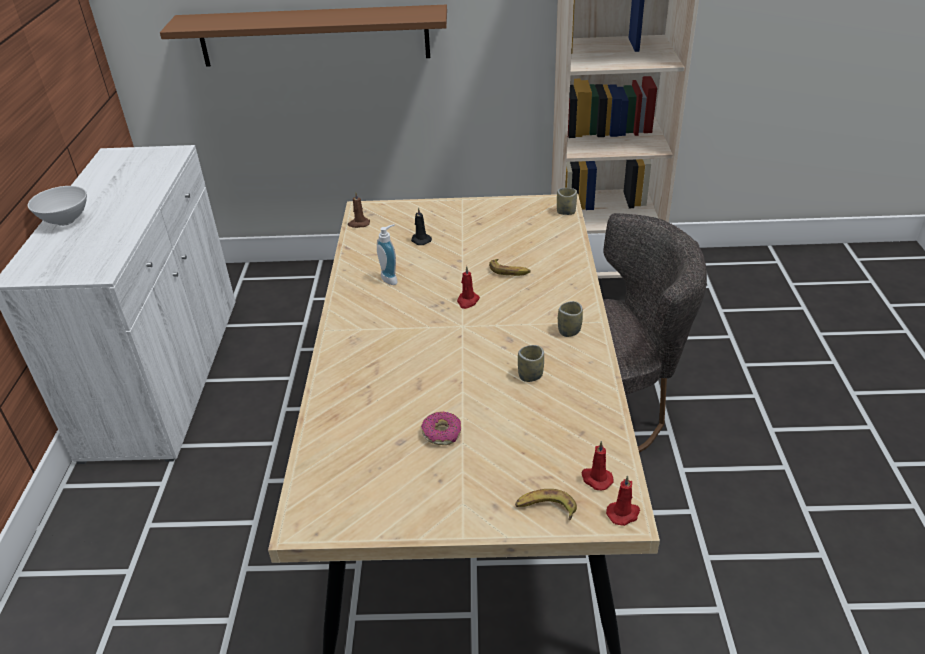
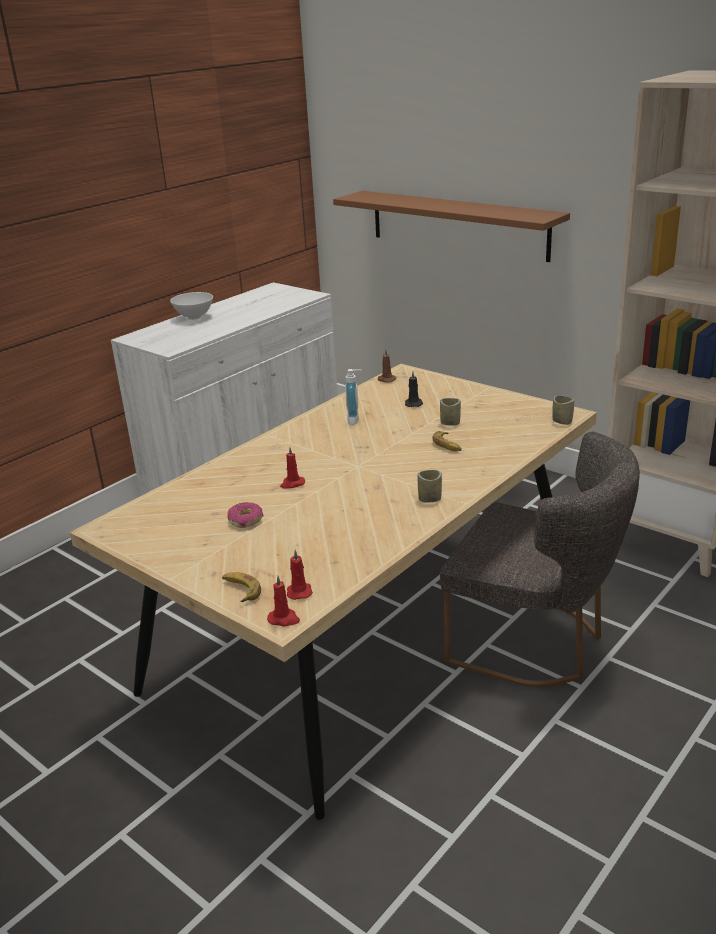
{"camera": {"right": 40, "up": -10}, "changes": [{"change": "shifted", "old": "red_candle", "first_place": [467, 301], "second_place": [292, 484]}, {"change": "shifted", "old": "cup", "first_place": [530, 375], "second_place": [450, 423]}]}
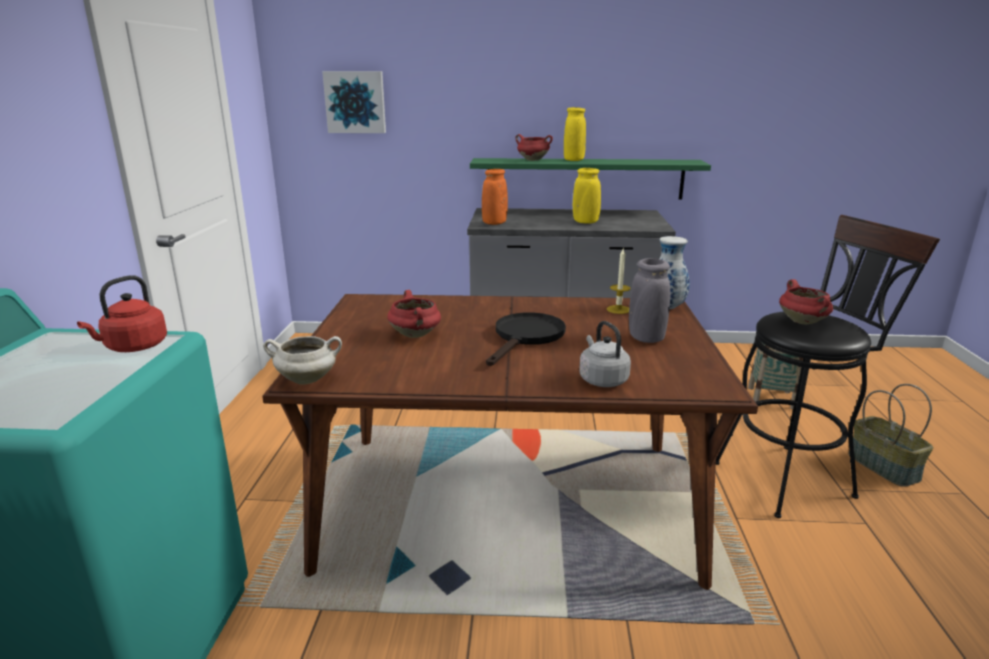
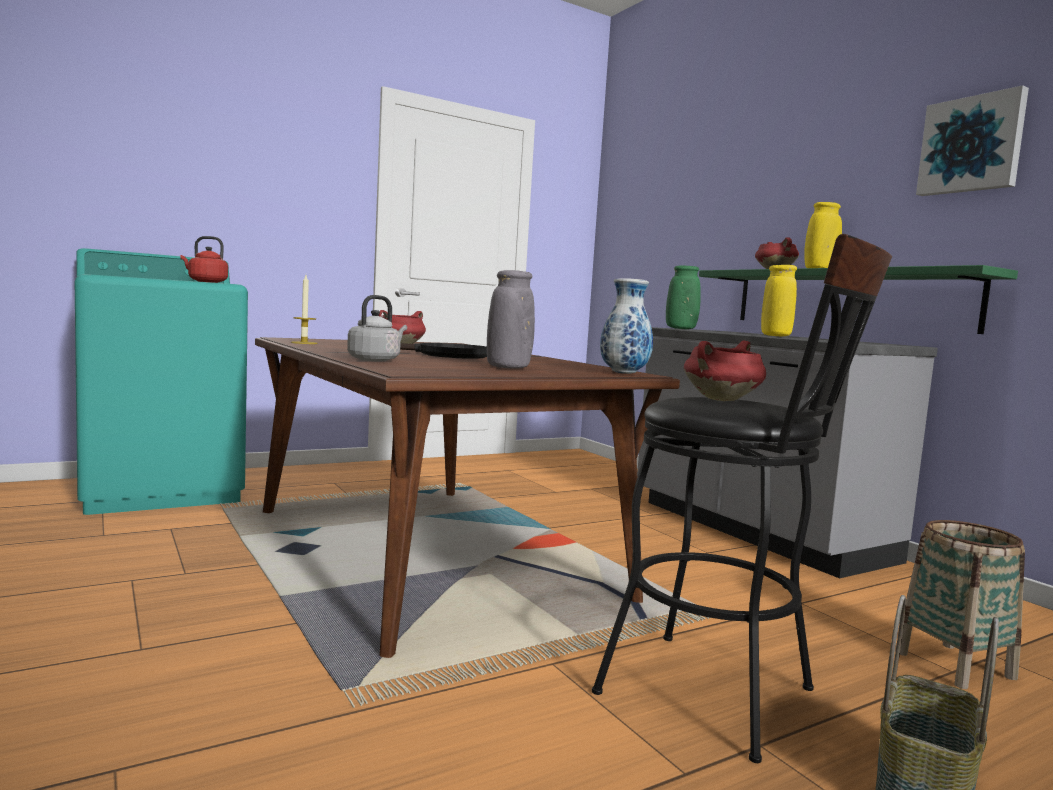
{"camera": {"right": 55, "up": -15}, "changes": [{"change": "gone", "old": "white_cooking_pot", "first_place": [308, 379]}, {"change": "shifted", "old": "picture", "first_place": [355, 102], "second_place": [972, 145]}, {"change": "shifted", "old": "candle", "first_place": [618, 309], "second_place": [304, 343]}, {"change": "repainted", "old": "orange_vase", "new": "green_vase", "first_place": [494, 223], "second_place": [681, 328]}]}
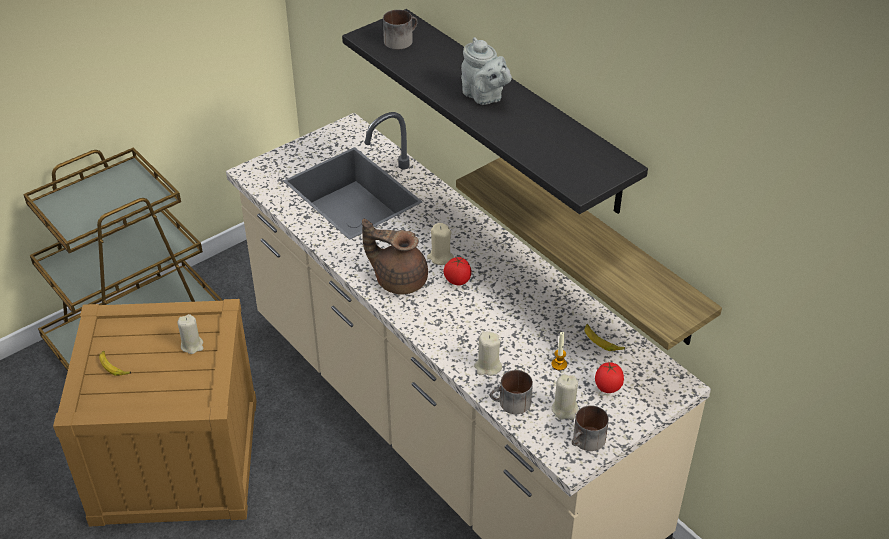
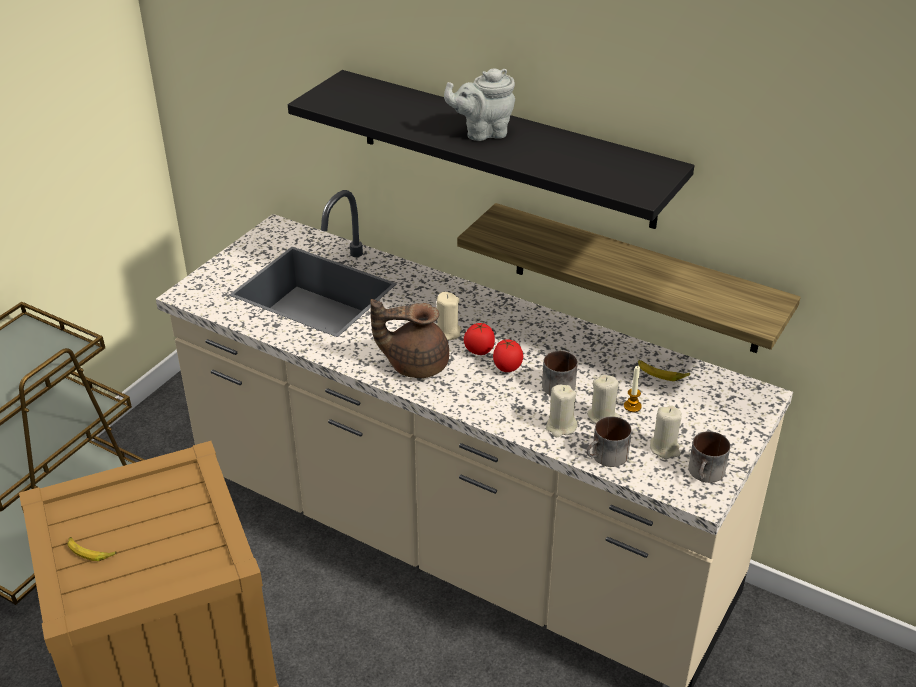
{"camera": {"right": -20, "up": -5}, "changes": [{"change": "shifted", "old": "beige_candle", "first_place": [192, 345], "second_place": [603, 416]}, {"change": "shifted", "old": "mug", "first_place": [400, 40], "second_place": [559, 383]}, {"change": "shifted", "old": "tomato", "first_place": [607, 388], "second_place": [507, 368]}, {"change": "rotated", "old": "grey_teapot", "first_place": [484, 97], "second_place": [483, 132], "degrees": 135}]}
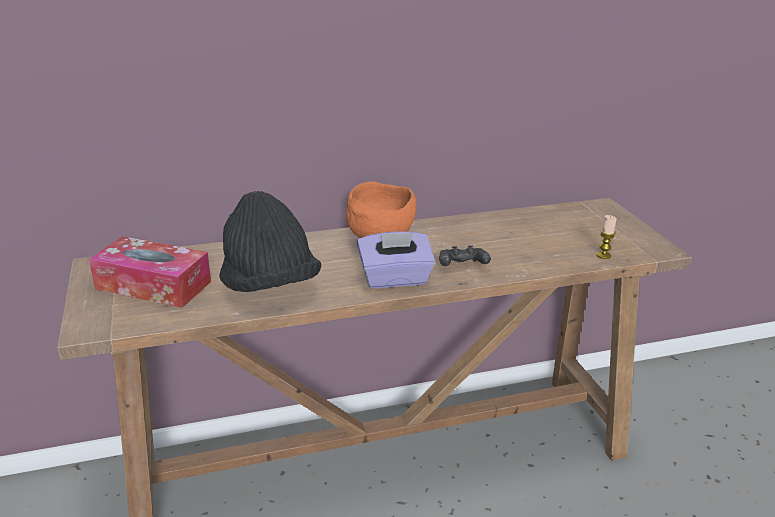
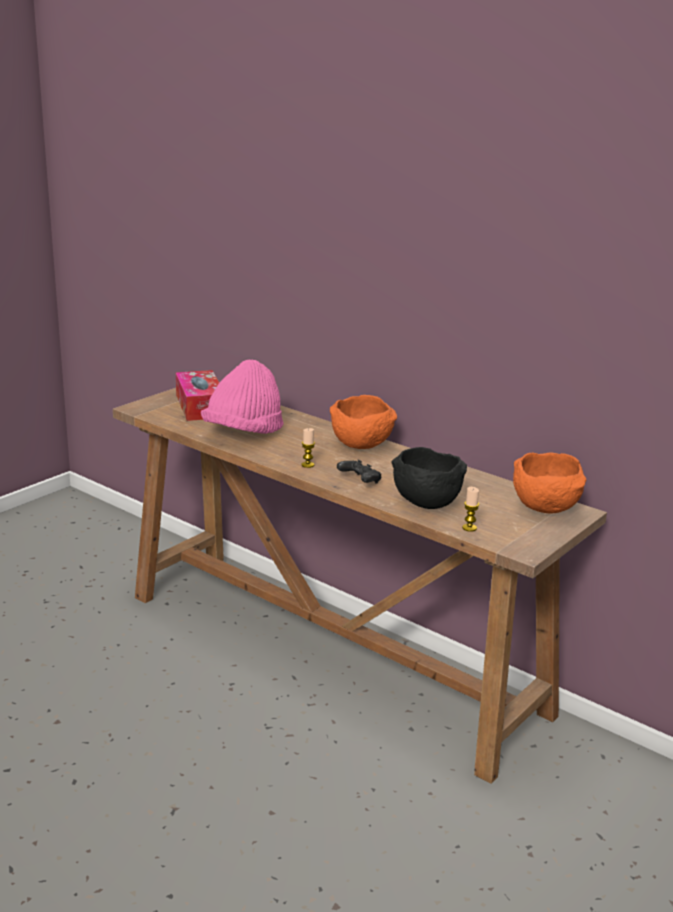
{"camera": {"right": 55, "up": -5}, "changes": [{"change": "new", "new": "black_bowl", "second_place": [425, 503]}, {"change": "new", "new": "orange_bowl", "second_place": [547, 508]}, {"change": "swapped", "old": "purple_tissue_box", "new": "candle", "first_place": [395, 279], "second_place": [307, 465]}, {"change": "repainted", "old": "black_hat", "new": "pink_hat", "first_place": [269, 285], "second_place": [243, 433]}]}
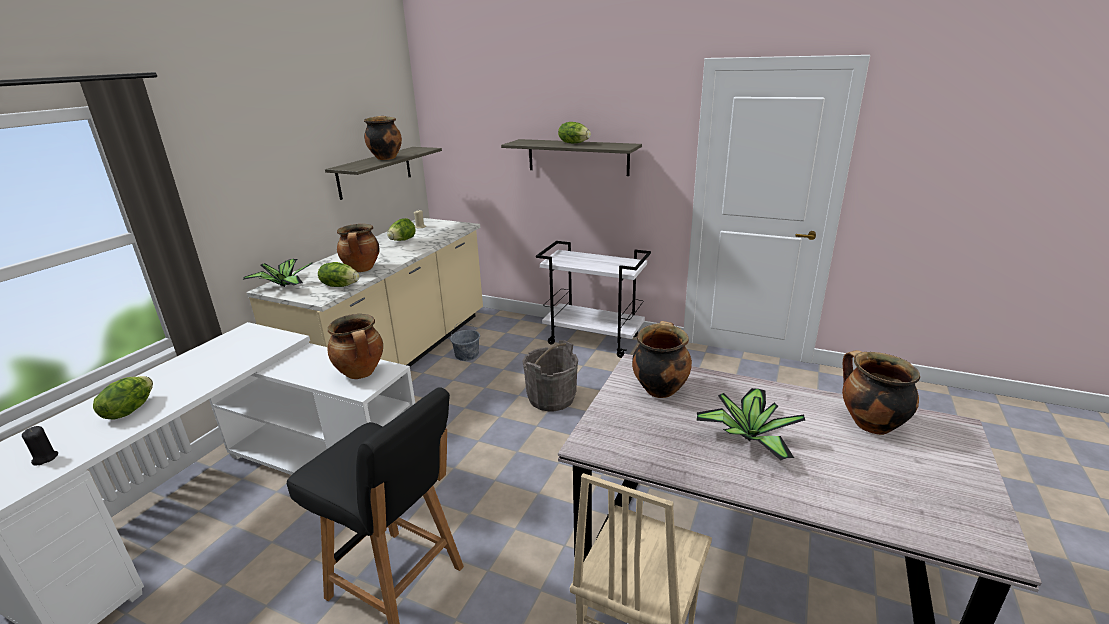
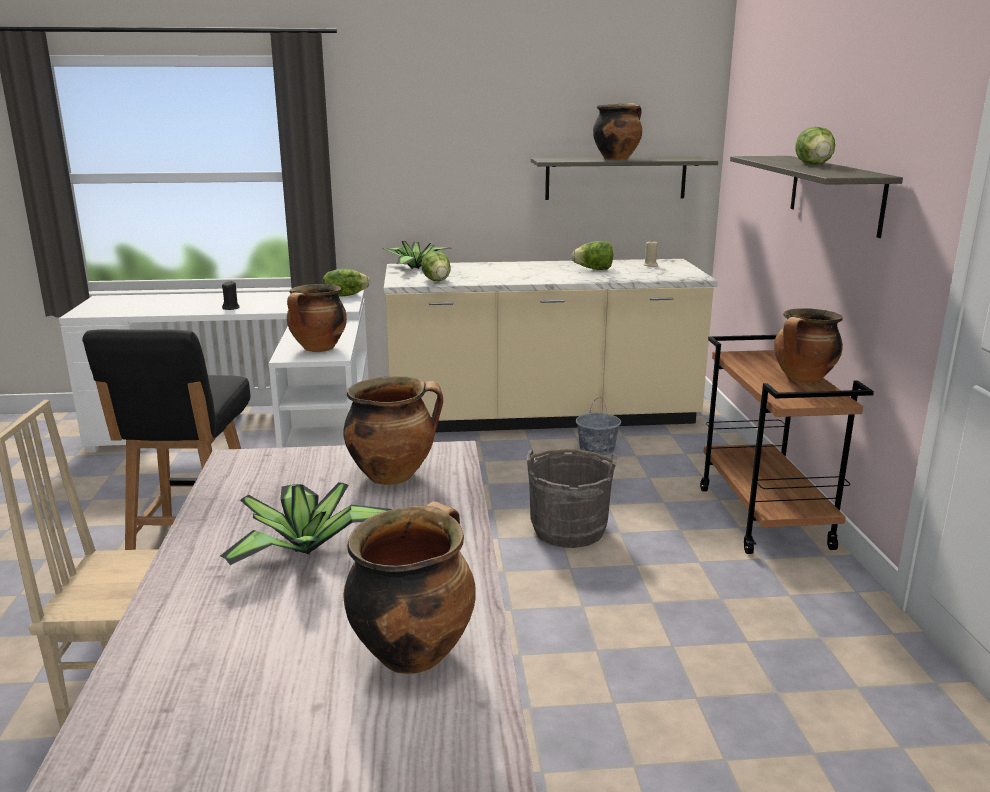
{"camera": {"right": 60, "up": -5}, "changes": [{"change": "shifted", "old": "black_candle", "first_place": [45, 458], "second_place": [231, 308]}, {"change": "shifted", "old": "lettuce", "first_place": [129, 410], "second_place": [345, 295]}, {"change": "shifted", "old": "cooking_pot", "first_place": [362, 269], "second_place": [803, 380]}, {"change": "repainted", "old": "white_cart", "new": "brown_cart", "first_place": [594, 340], "second_place": [765, 518]}]}
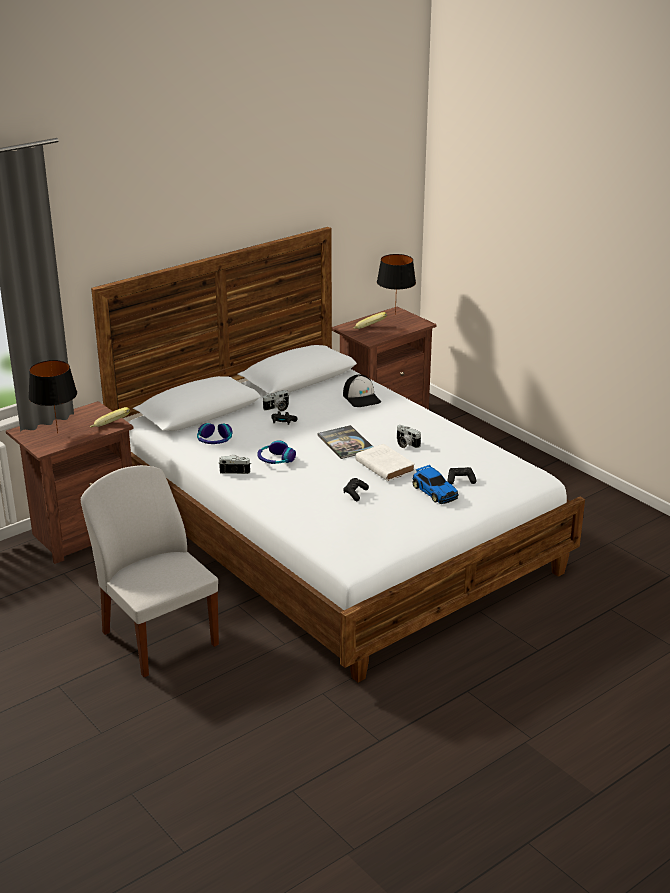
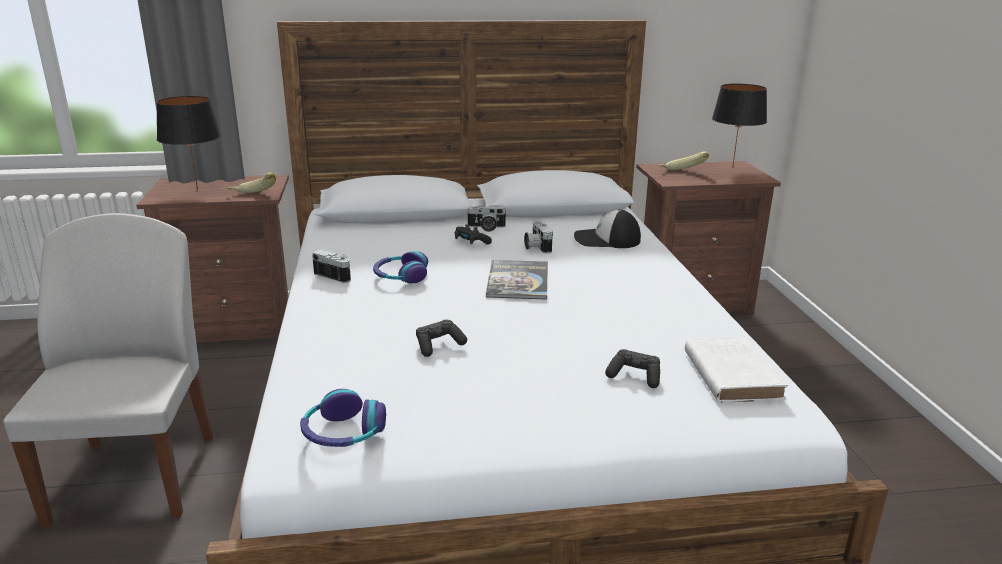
{"camera": {"right": 30, "up": -5}, "changes": [{"change": "gone", "old": "toy_car", "first_place": [434, 491]}, {"change": "shifted", "old": "headphones", "first_place": [214, 440], "second_place": [343, 433]}, {"change": "shifted", "old": "white_book", "first_place": [384, 465], "second_place": [731, 373]}, {"change": "shifted", "old": "photo_camera", "first_place": [405, 444], "second_place": [536, 247]}, {"change": "rotated", "old": "cap", "first_place": [362, 398], "second_place": [606, 240], "degrees": 90}]}
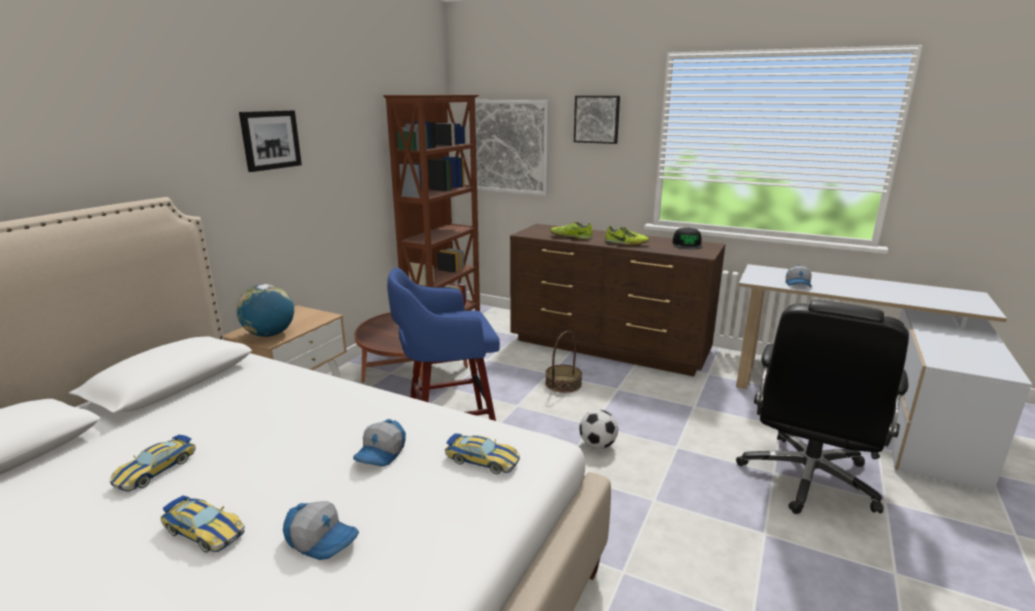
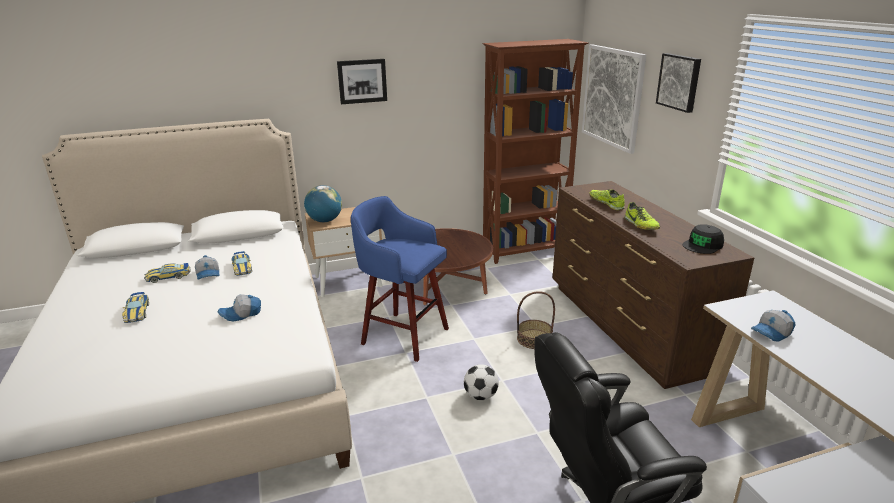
{"camera": {"right": 45, "up": 5}, "changes": [{"change": "shifted", "old": "cap", "first_place": [322, 539], "second_place": [208, 274]}, {"change": "shifted", "old": "toy_car", "first_place": [482, 460], "second_place": [242, 268]}]}
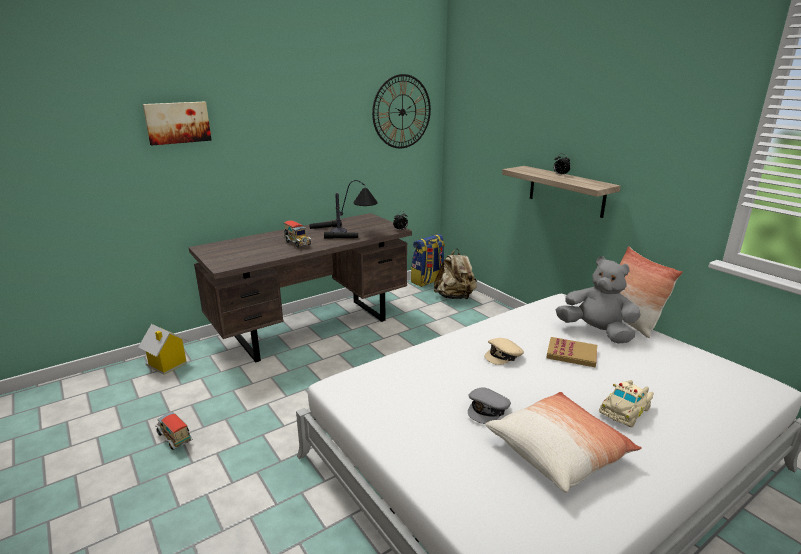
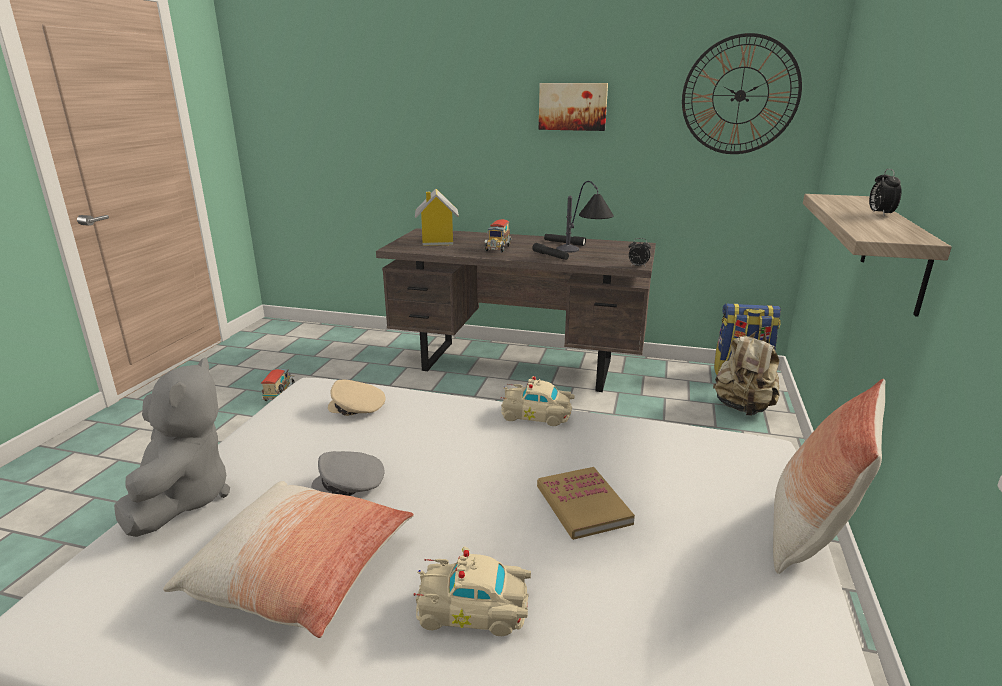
{"camera": {"right": 50, "up": 0}, "changes": [{"change": "new", "new": "beige_toy_car", "second_place": [538, 415]}, {"change": "shifted", "old": "toy_house", "first_place": [167, 365], "second_place": [437, 241]}, {"change": "shifted", "old": "picture", "first_place": [177, 122], "second_place": [573, 106]}, {"change": "shifted", "old": "beige_cap", "first_place": [504, 355], "second_place": [356, 408]}, {"change": "shifted", "old": "grey_plush_toy", "first_place": [596, 332], "second_place": [183, 498]}]}
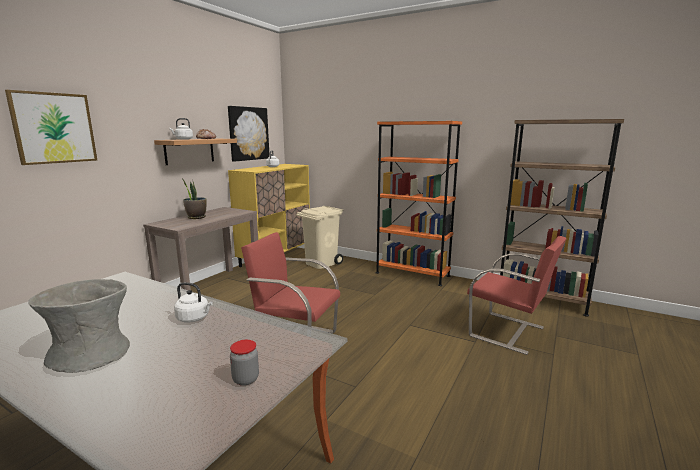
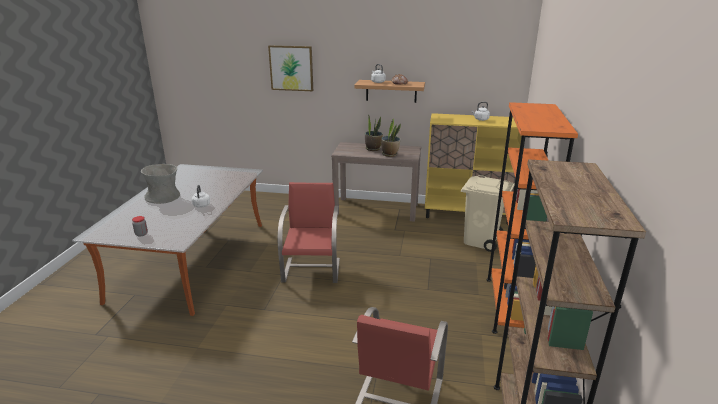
{"camera": {"right": 70, "up": 10}, "changes": [{"change": "gone", "old": "picture", "first_place": [248, 133]}, {"change": "new", "new": "potted_plant", "second_place": [390, 154]}]}
